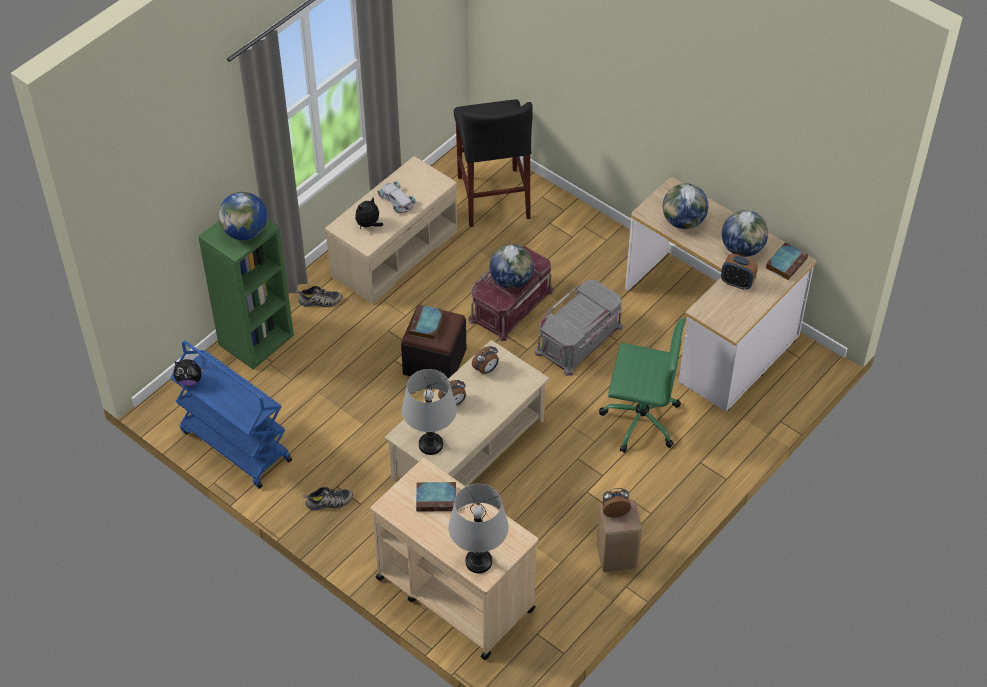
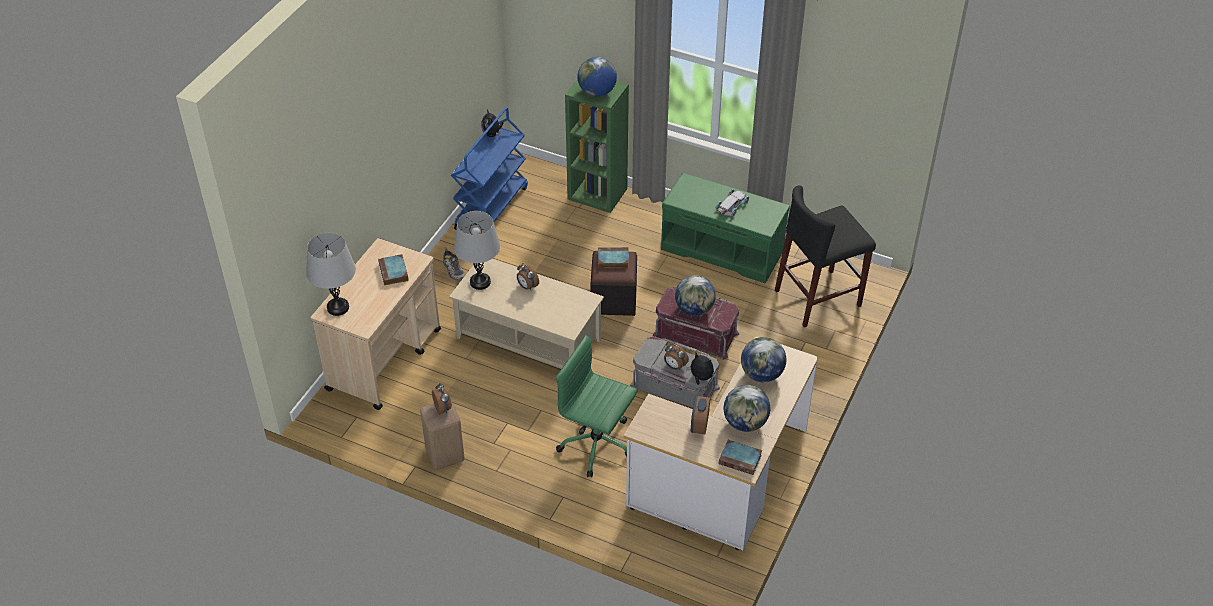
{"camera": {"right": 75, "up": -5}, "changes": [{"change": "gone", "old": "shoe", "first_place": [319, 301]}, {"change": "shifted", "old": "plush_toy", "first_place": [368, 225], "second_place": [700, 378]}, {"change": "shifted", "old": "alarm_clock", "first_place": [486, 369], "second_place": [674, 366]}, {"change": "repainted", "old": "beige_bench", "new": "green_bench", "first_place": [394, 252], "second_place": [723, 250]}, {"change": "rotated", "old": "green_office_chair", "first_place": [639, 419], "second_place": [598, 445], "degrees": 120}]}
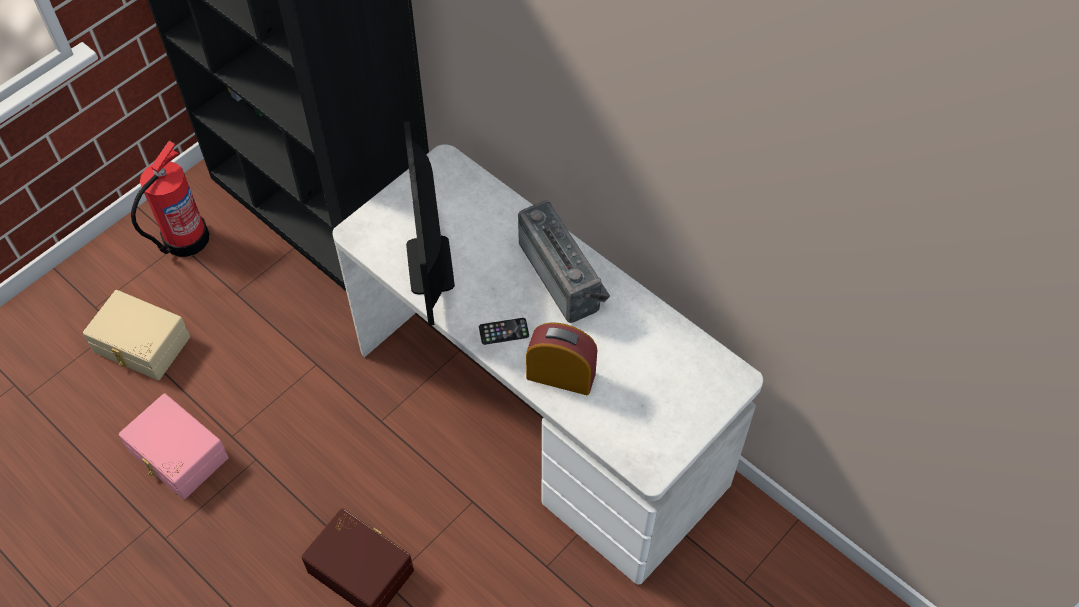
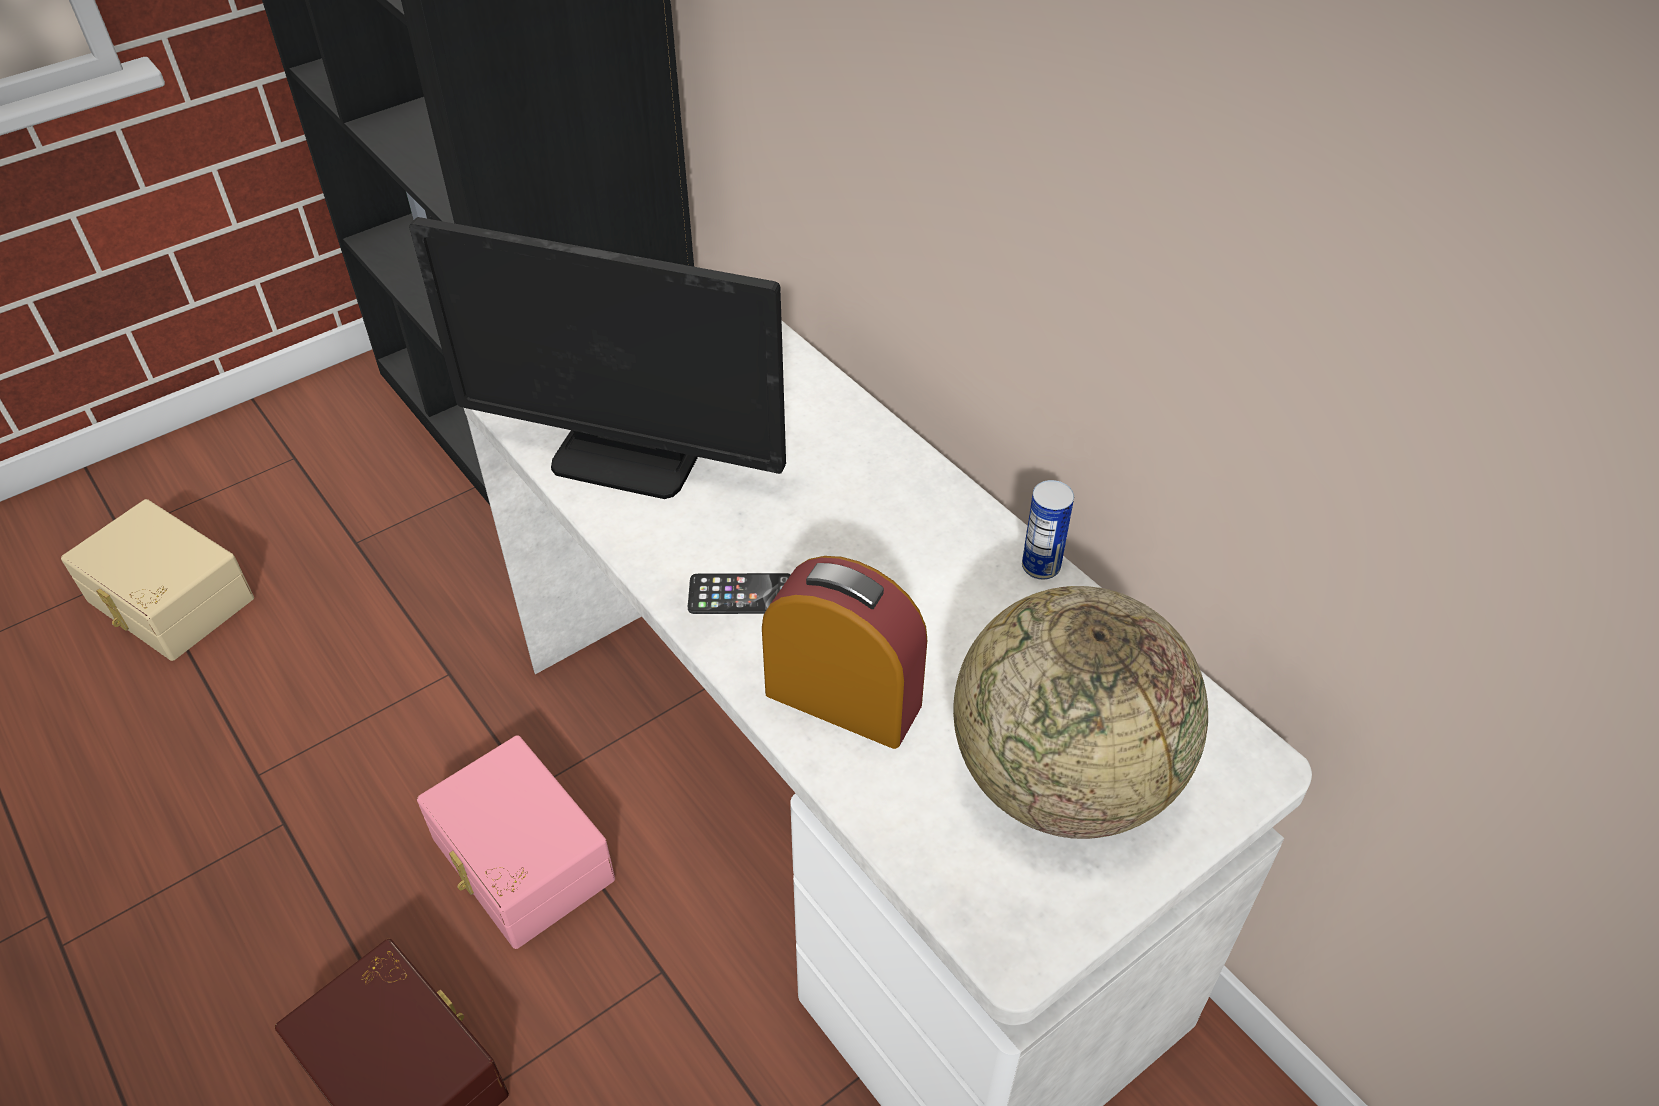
{"camera": {"right": 10, "up": -10}, "changes": [{"change": "gone", "old": "fire_extinguisher", "first_place": [184, 239]}, {"change": "gone", "old": "radio", "first_place": [564, 275]}, {"change": "new", "new": "globe", "second_place": [1062, 779]}, {"change": "new", "new": "can", "second_place": [1041, 566]}, {"change": "shifted", "old": "pink_storage_box", "first_place": [177, 456], "second_place": [519, 861]}, {"change": "rotated", "old": "monitor", "first_place": [430, 265], "second_place": [627, 457], "degrees": -75}]}
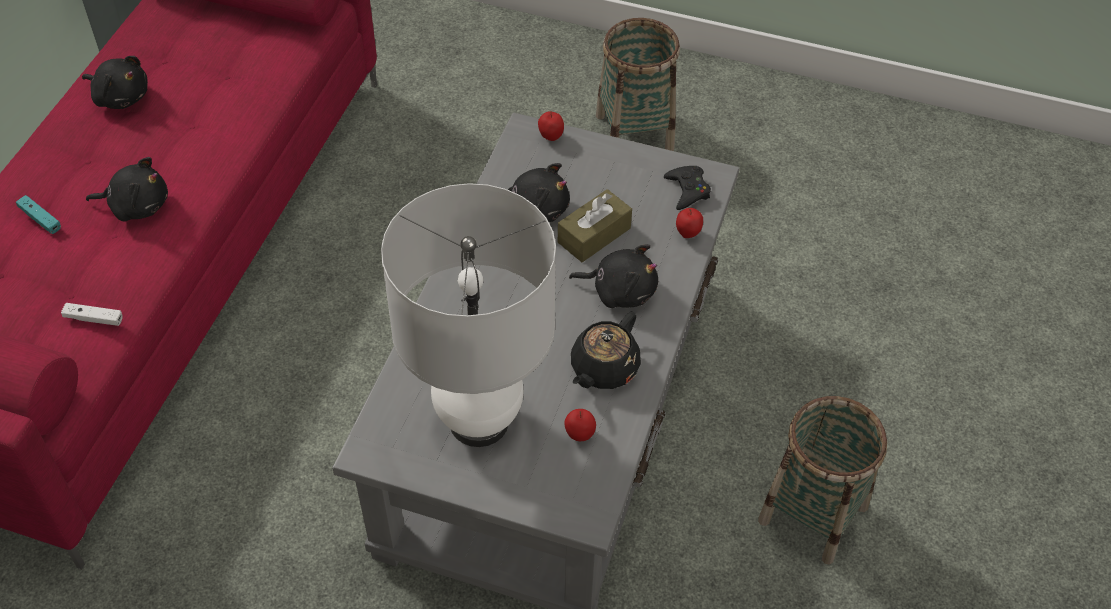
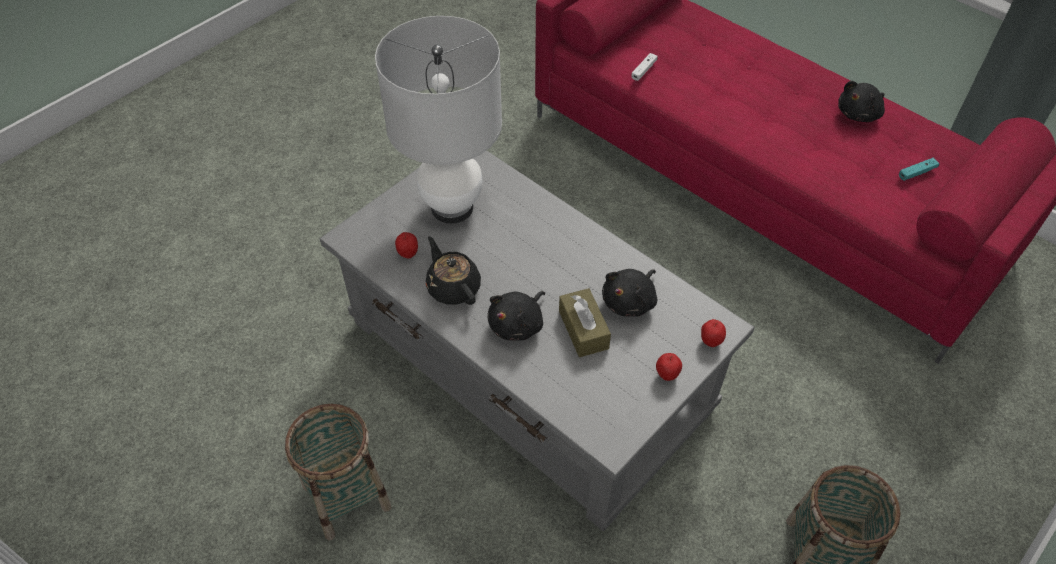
{"camera": {"right": 115, "up": 0}, "changes": [{"change": "gone", "old": "black_plush_toy", "first_place": [137, 205]}, {"change": "gone", "old": "black_game_controller", "first_place": [687, 190]}, {"change": "shifted", "old": "turquoise_game_controller", "first_place": [40, 219], "second_place": [917, 173]}, {"change": "shifted", "old": "apple", "first_place": [687, 234], "second_place": [666, 375]}]}
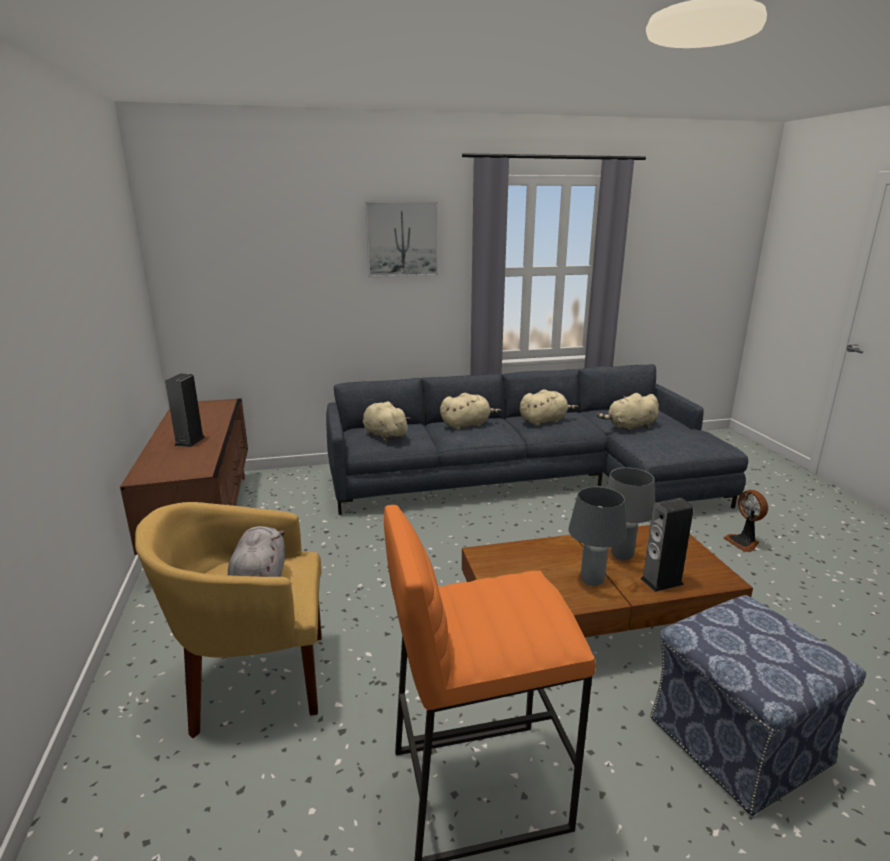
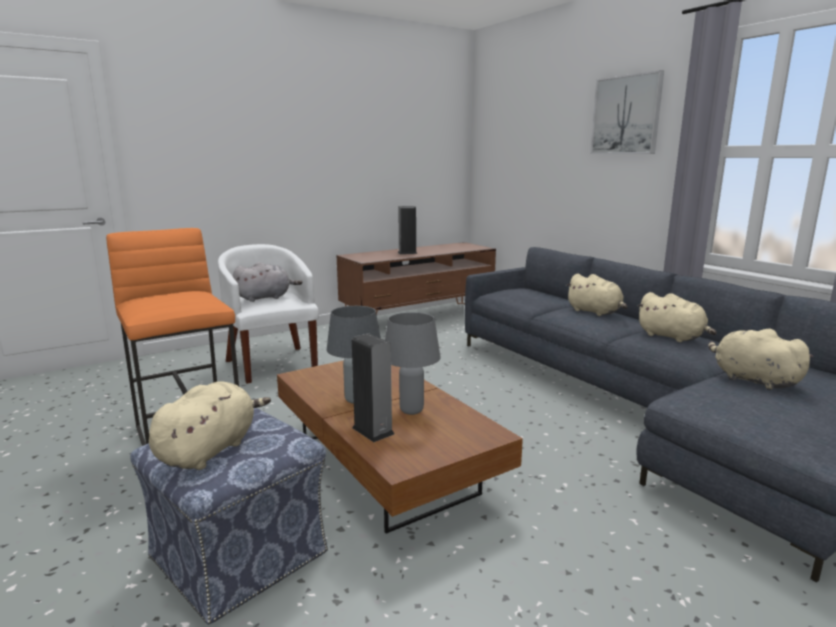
{"camera": {"right": 70, "up": -5}, "changes": [{"change": "gone", "old": "fan", "first_place": [743, 542]}, {"change": "shifted", "old": "beige_plush_toy", "first_place": [384, 435], "second_place": [210, 450]}, {"change": "repainted", "old": "yellow_armchair", "new": "white_armchair", "first_place": [253, 679], "second_place": [272, 363]}]}
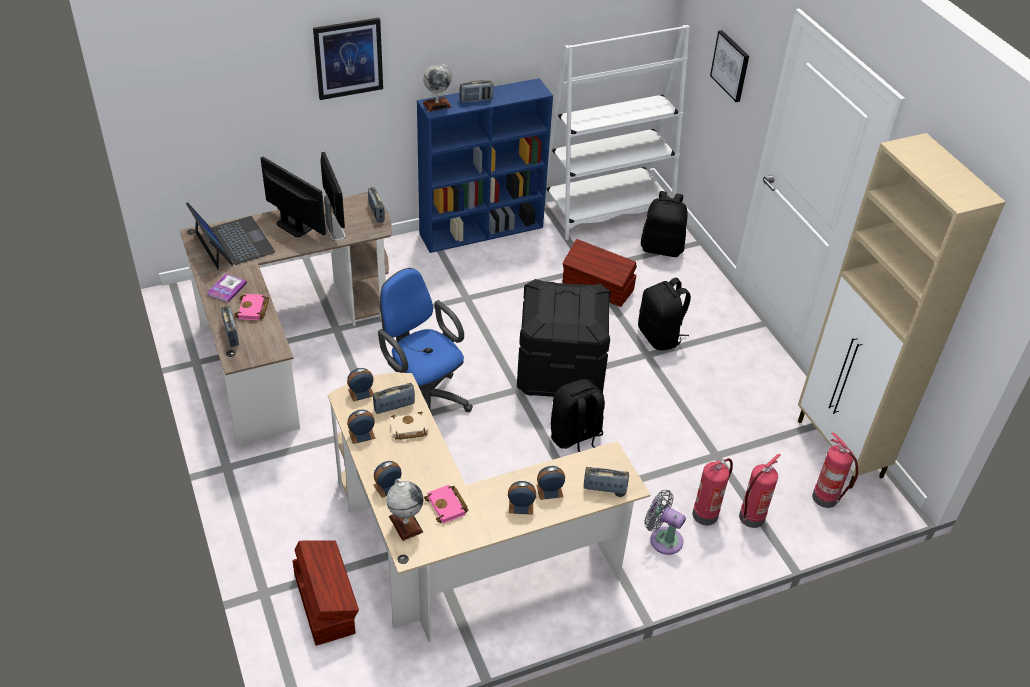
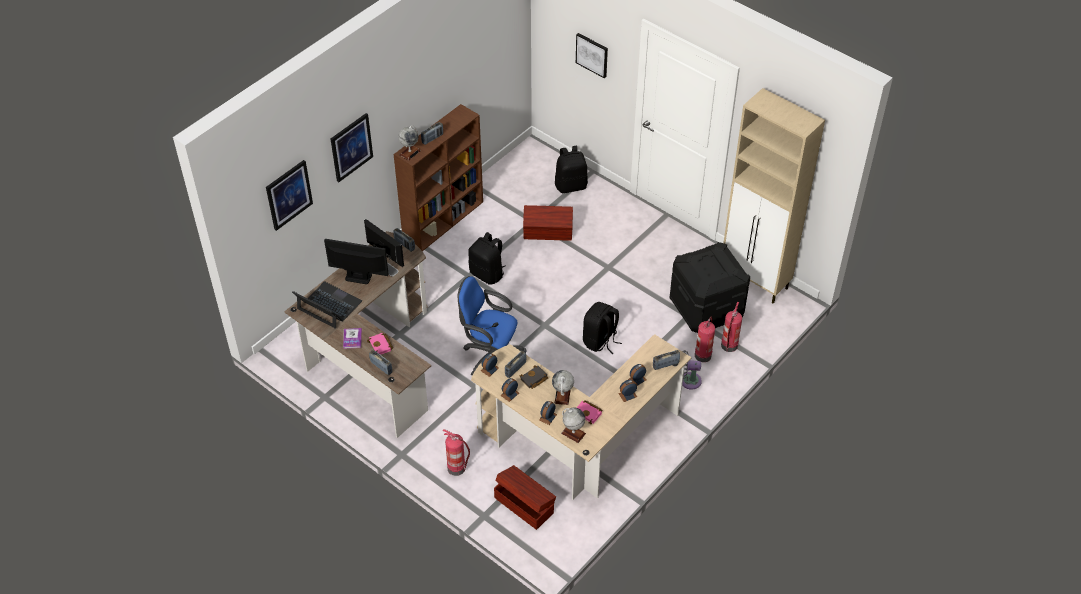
{"camera": {"right": -25, "up": 5}, "changes": [{"change": "gone", "old": "white_bookcase", "first_place": [606, 211]}, {"change": "new", "new": "picture", "second_place": [289, 194]}, {"change": "new", "new": "globe", "second_place": [562, 396]}, {"change": "shifted", "old": "black_storage_box", "first_place": [560, 372], "second_place": [706, 309]}, {"change": "shifted", "old": "black_backpack", "first_place": [660, 336], "second_place": [487, 274]}, {"change": "shifted", "old": "fire_extinguisher", "first_place": [826, 498], "second_place": [457, 468]}, {"change": "repainted", "old": "beige_book", "new": "black_book", "first_place": [408, 429], "second_place": [534, 379]}, {"change": "repainted", "old": "blue_bookcase", "new": "brown_bookcase", "first_place": [482, 230], "second_place": [444, 220]}]}
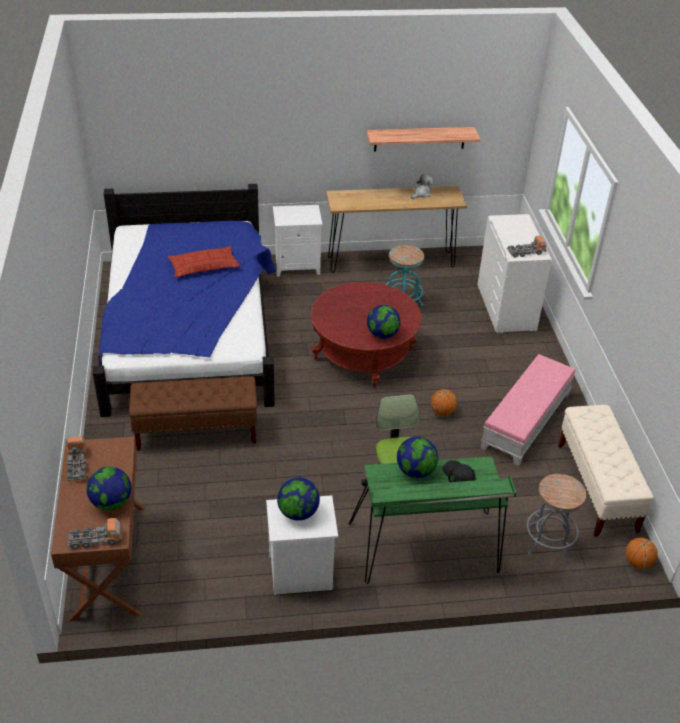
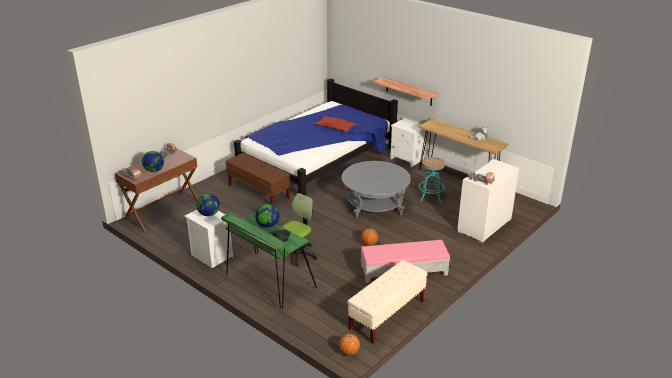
{"camera": {"right": 50, "up": -10}, "changes": [{"change": "gone", "old": "globe", "first_place": [382, 334]}, {"change": "gone", "old": "grey_stool", "first_place": [548, 543]}, {"change": "shifted", "old": "shelf", "first_place": [419, 139], "second_place": [409, 91]}, {"change": "repainted", "old": "red_coffee_table", "new": "grey_coffee_table", "first_place": [364, 354], "second_place": [375, 204]}]}
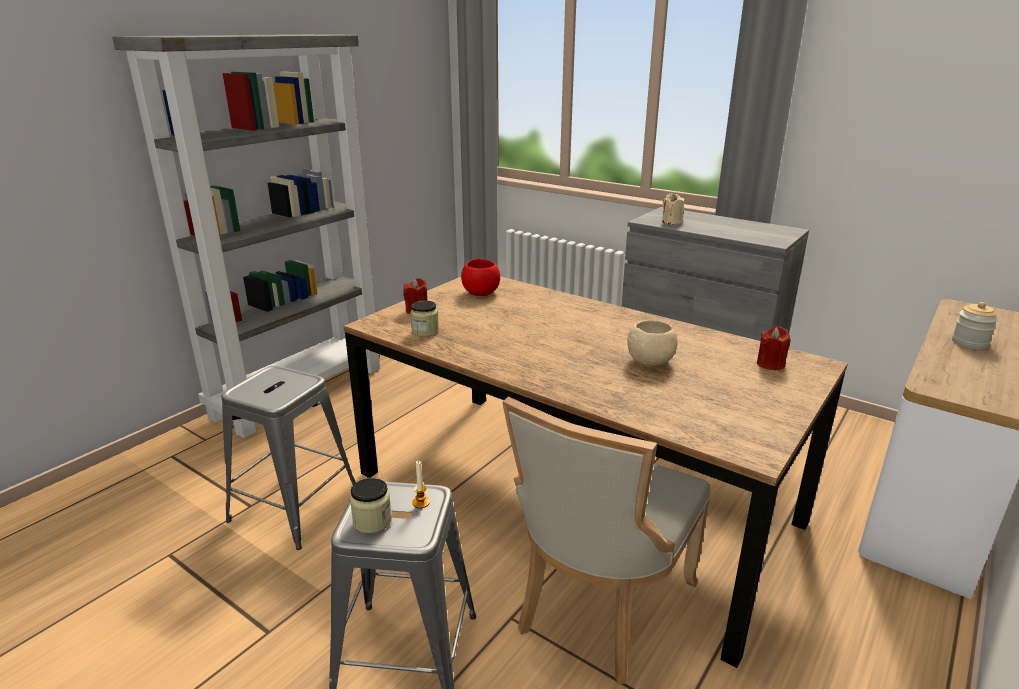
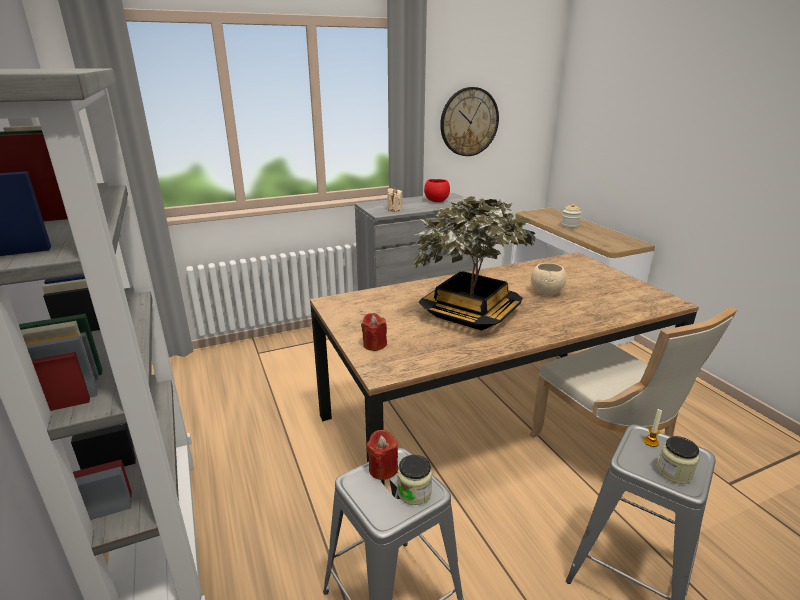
{"camera": {"right": -60, "up": 0}, "changes": [{"change": "new", "new": "potted_plant", "second_place": [470, 314]}, {"change": "new", "new": "wall_clock", "second_place": [469, 122]}, {"change": "shifted", "old": "jar", "first_place": [425, 331], "second_place": [414, 492]}, {"change": "shifted", "old": "red_bowl", "first_place": [480, 293], "second_place": [437, 201]}, {"change": "shifted", "old": "red_candle", "first_place": [770, 364], "second_place": [383, 469]}]}
